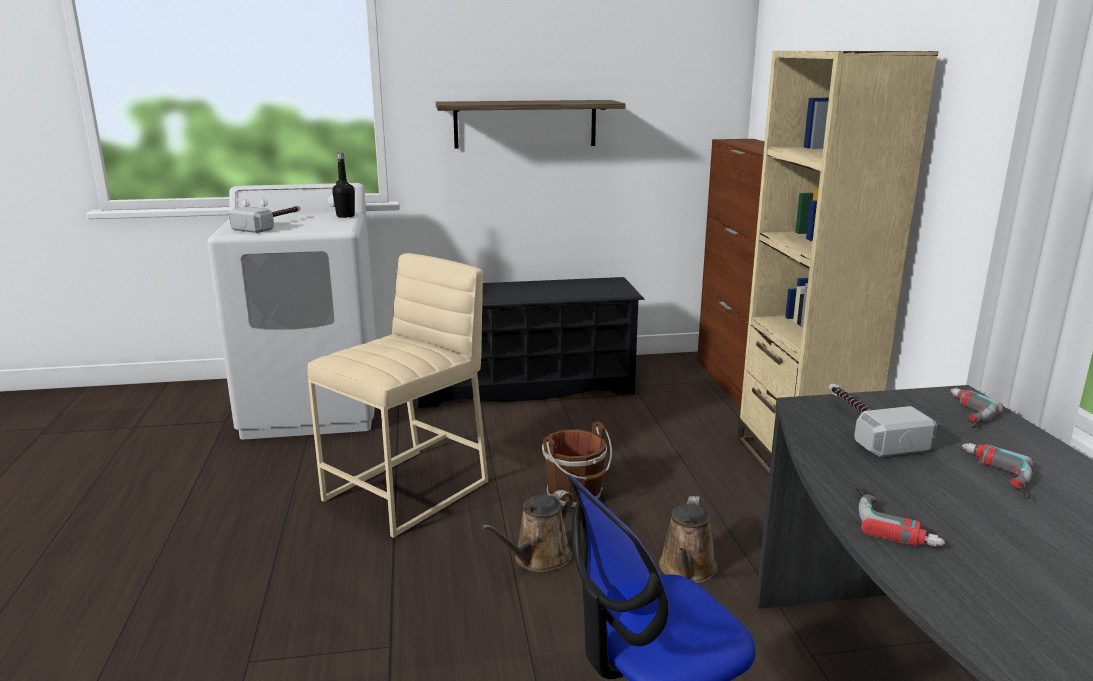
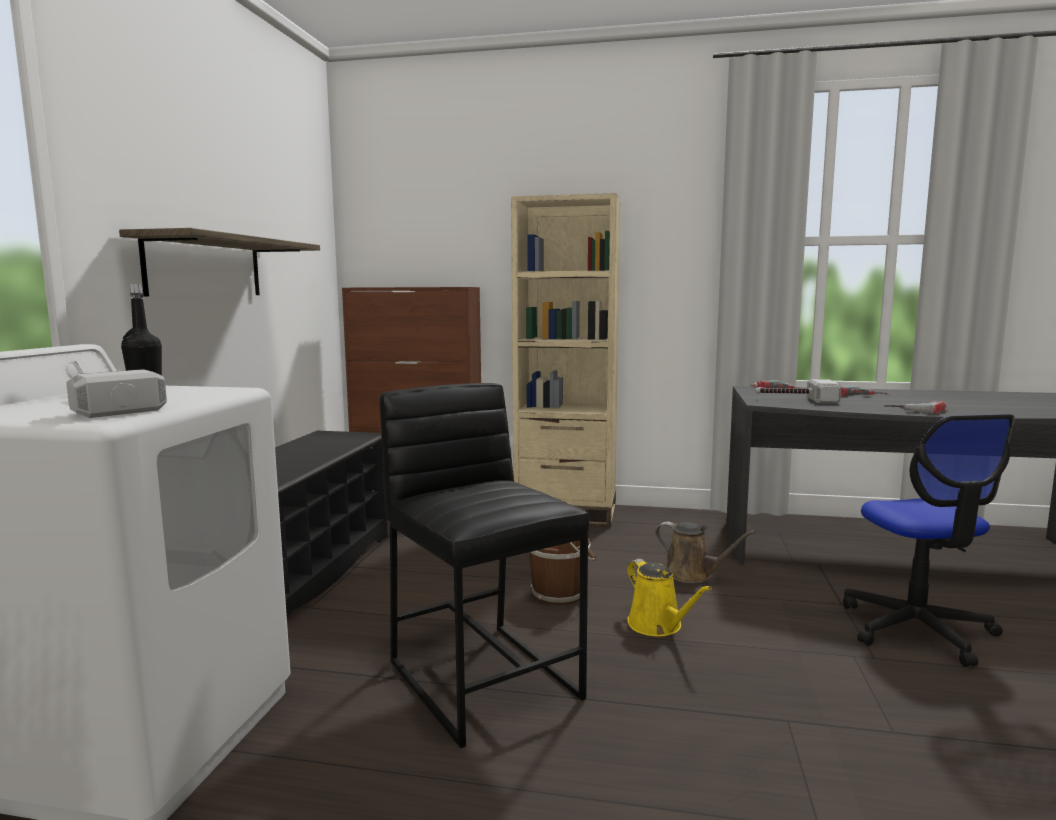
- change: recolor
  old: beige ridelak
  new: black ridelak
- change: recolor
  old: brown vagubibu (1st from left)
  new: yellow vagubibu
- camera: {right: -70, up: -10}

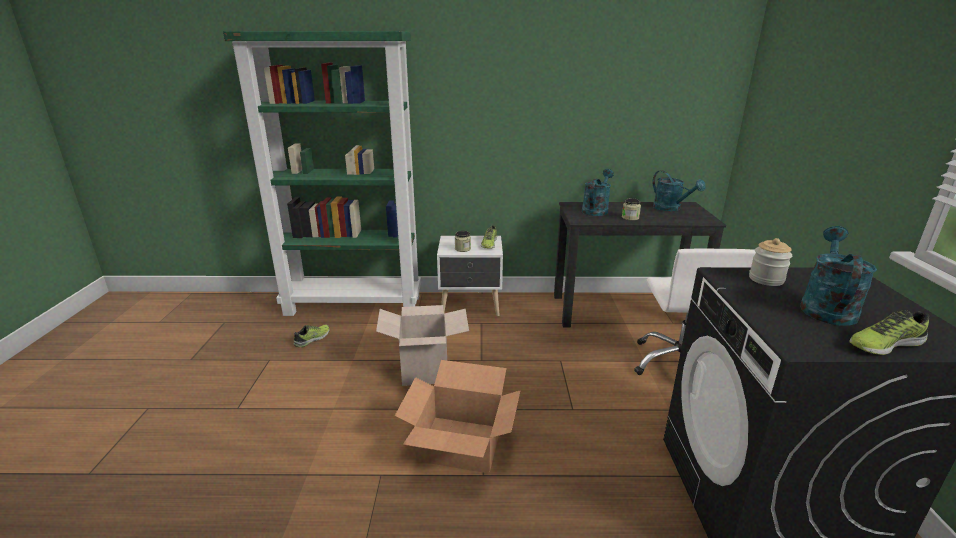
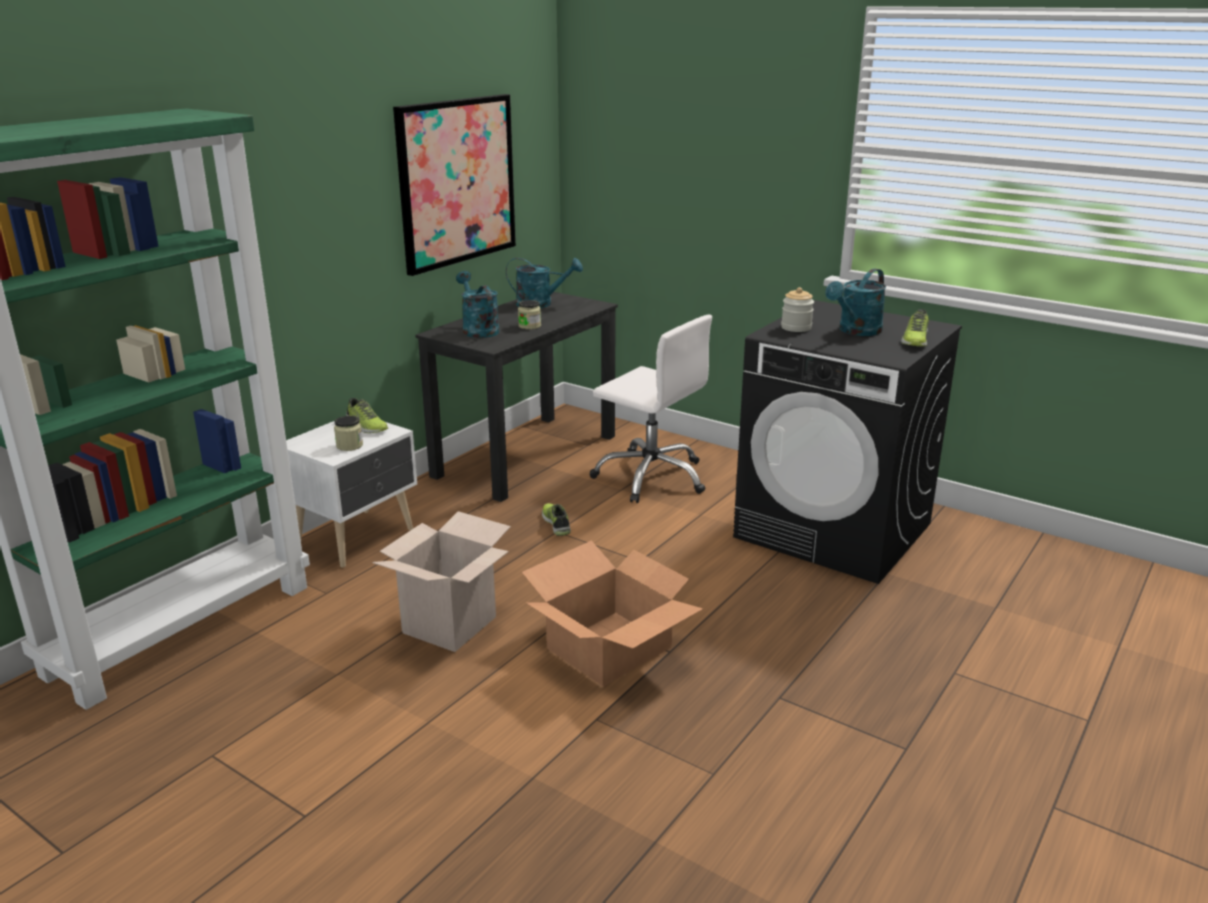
- change: move
  old: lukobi (1st from left in the first image)
  new: lukobi (2nd from left)
- change: rotate
  old: turquoise vagubibu (3rd from left)
  degrees: -105
- change: insert
  new: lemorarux
- camera: {right: -55, up: 0}

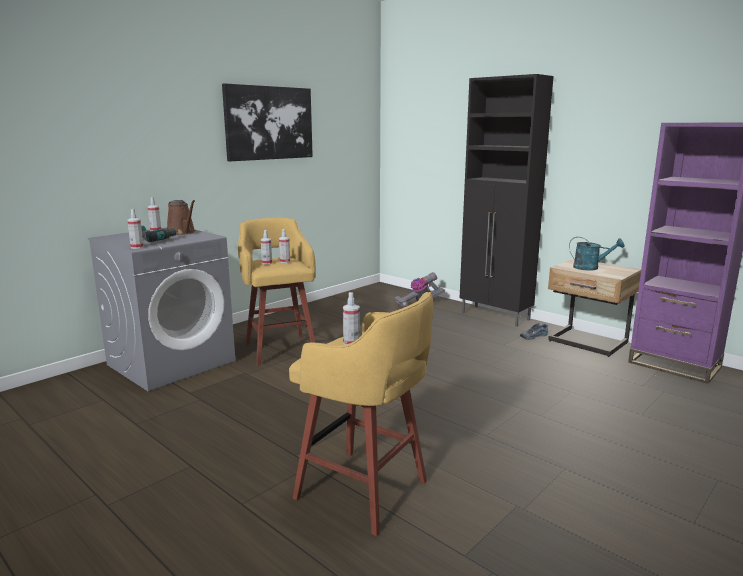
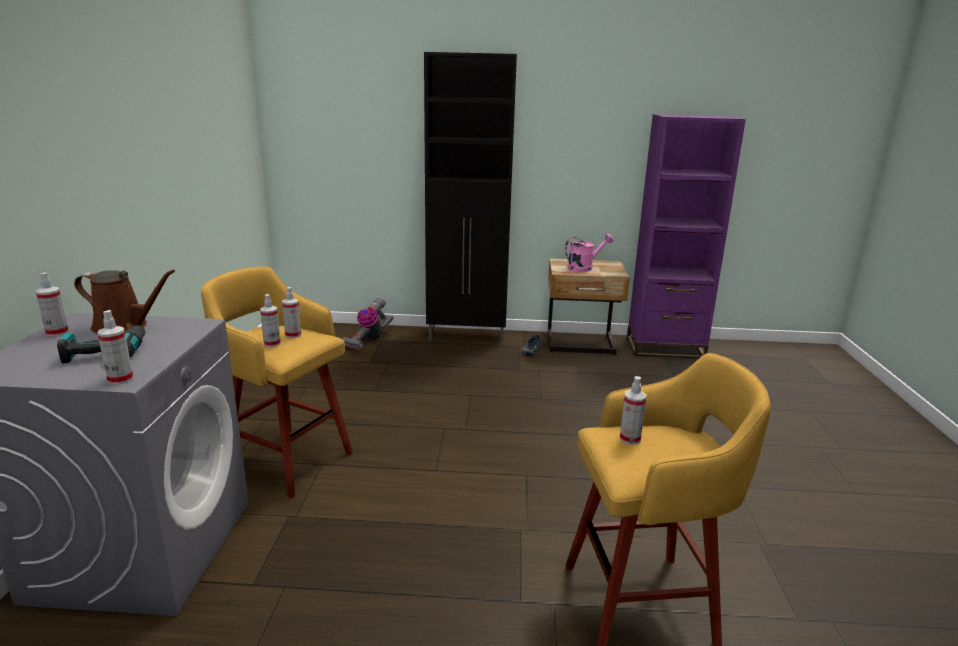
- change: delete
  old: lemorarux
- change: recolor
  old: turquoise vagubibu
  new: pink vagubibu
- camera: {right: -40, up: 5}

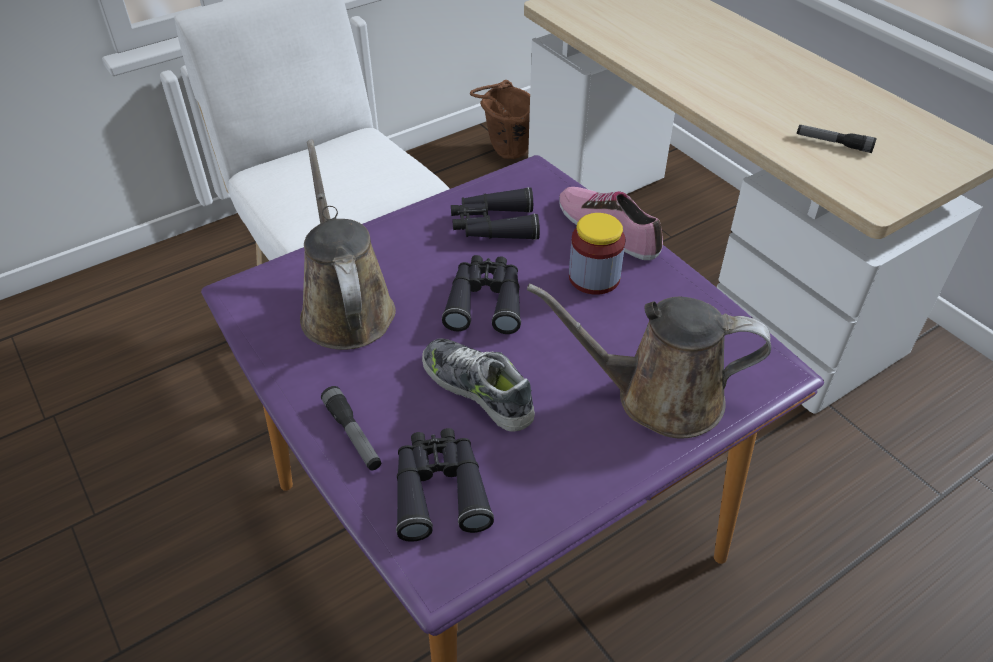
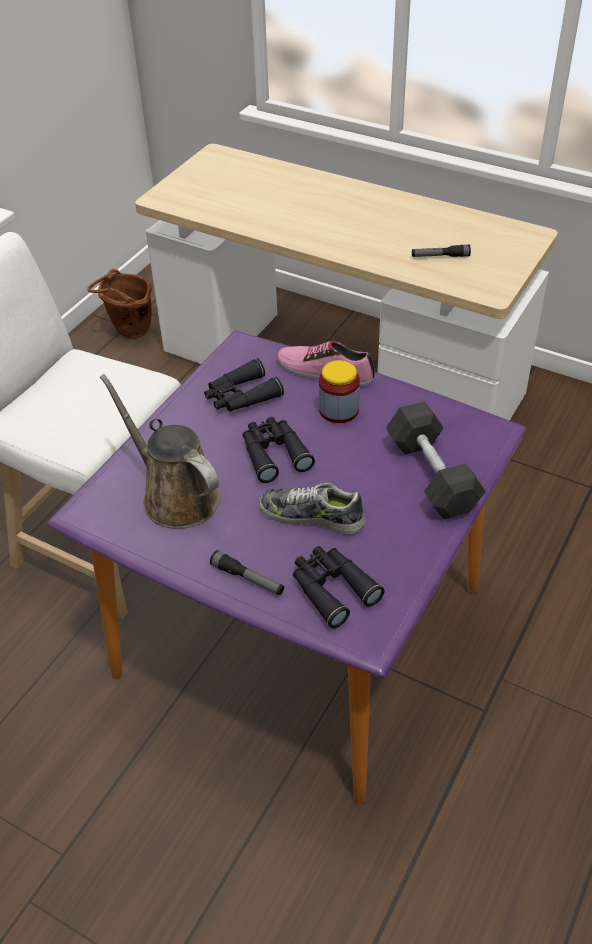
- change: replace
  old: brown vagubibu (2nd from left)
  new: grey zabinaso
- camera: {right: -25, up: 0}

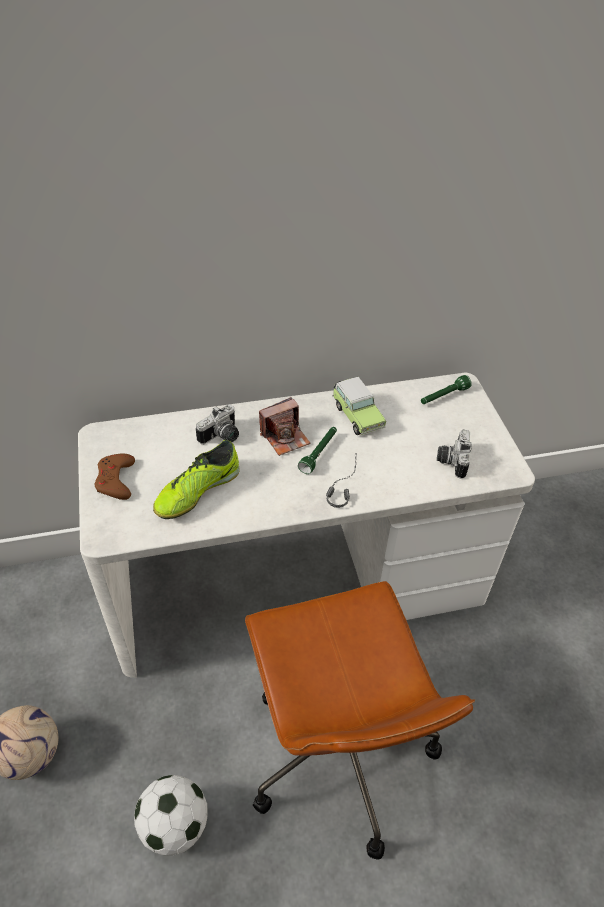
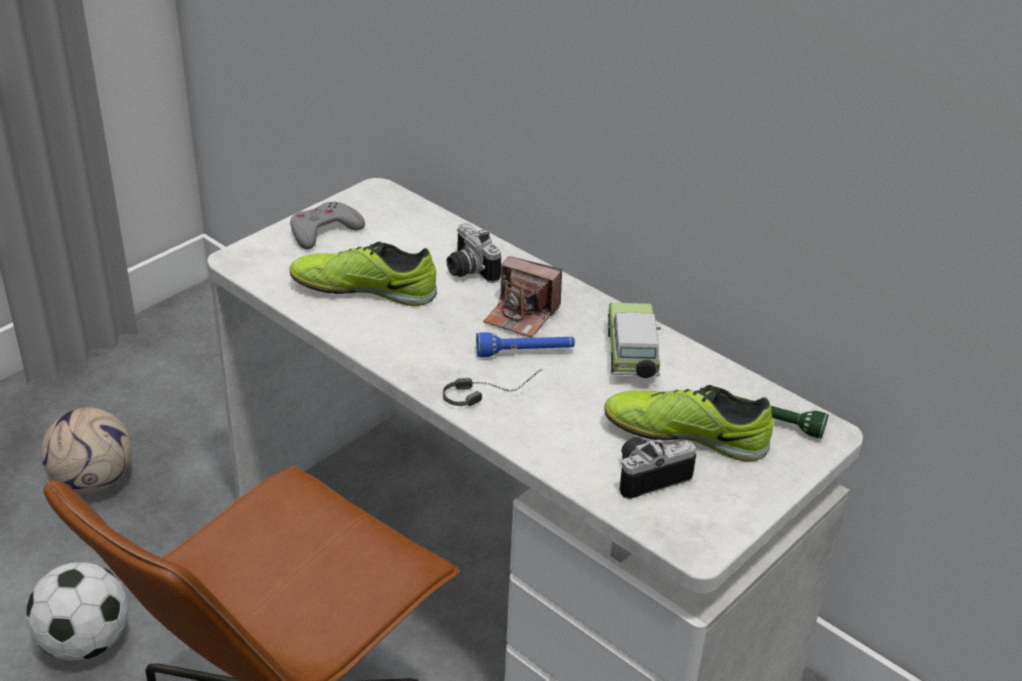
- change: recolor
  old: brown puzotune
  new: grey puzotune
- change: rotate
  old: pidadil (1st from left)
  degrees: 45
- change: recolor
  old: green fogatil (1st from left)
  new: blue fogatil
- change: rotate
  old: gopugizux
  degrees: 150
- change: insert
  new: lukobi (2nd from left)
- camera: {right: 55, up: -10}

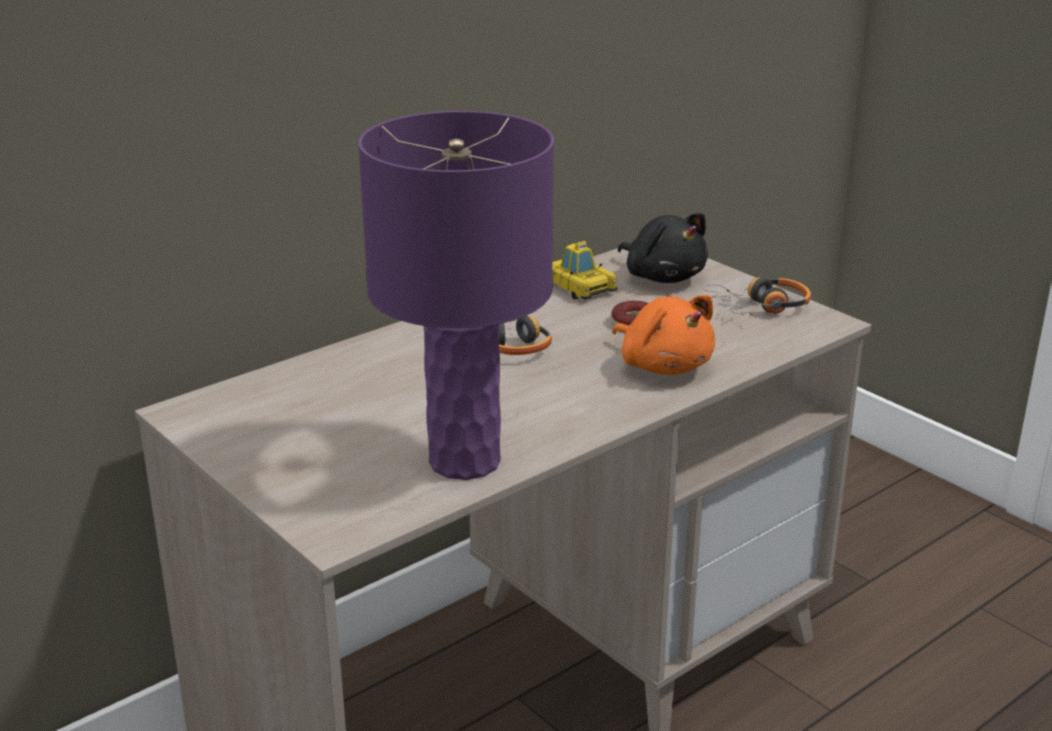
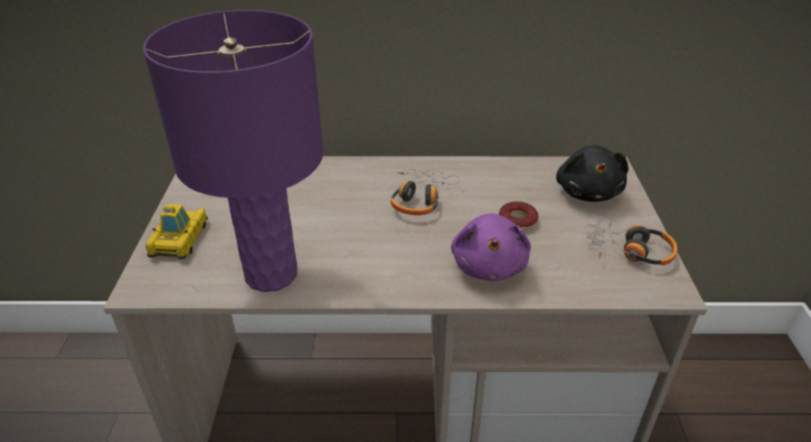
- change: move
  old: gopugizux
- change: recolor
  old: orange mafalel
  new: purple mafalel
- camera: {right: 40, up: 10}

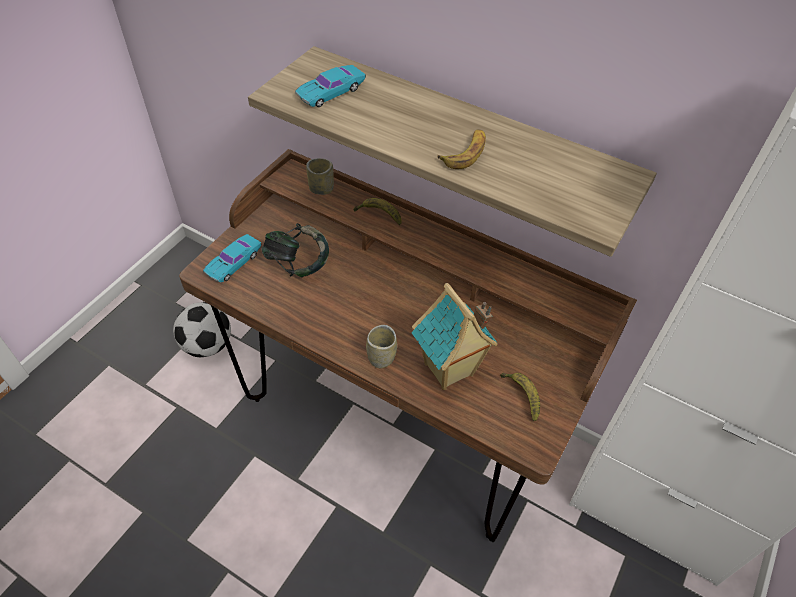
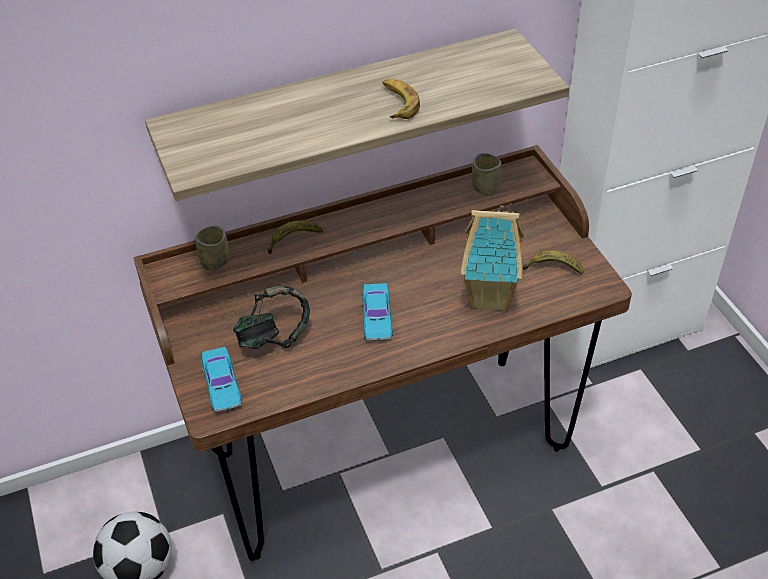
- change: move
  old: turquoise gopugizux (2nd from left)
- change: move
  old: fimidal (2nd from left)
- camera: {right: -50, up: -5}

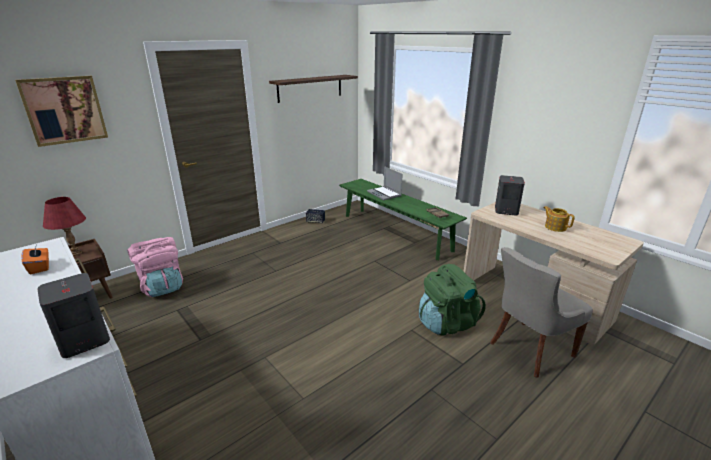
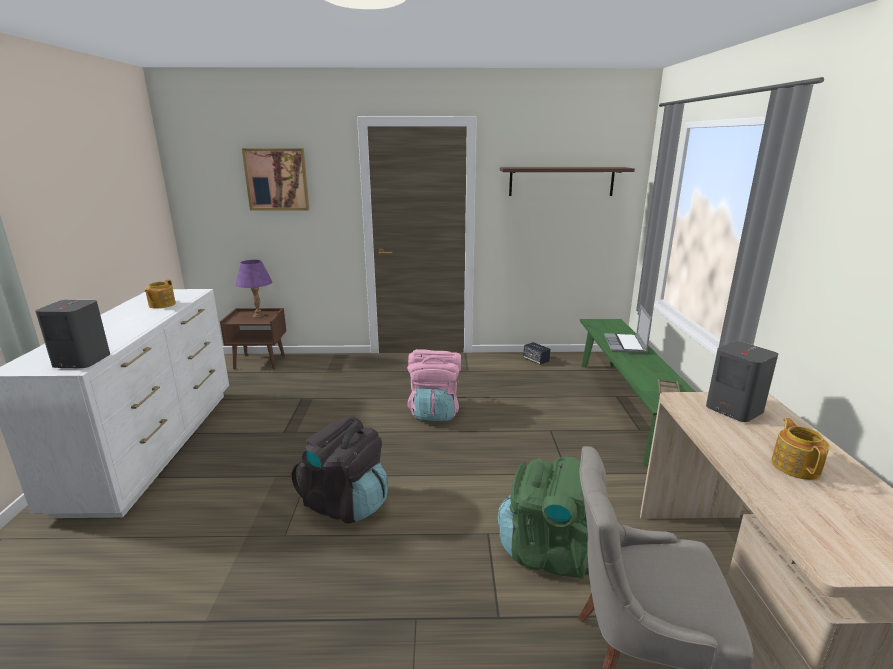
- change: replace
  old: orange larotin
  new: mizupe (1st from left)
- change: recolor
  old: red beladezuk
  new: purple beladezuk
- change: move
  old: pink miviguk
- change: insert
  new: black miviguk
- camera: {right: 40, up: -5}

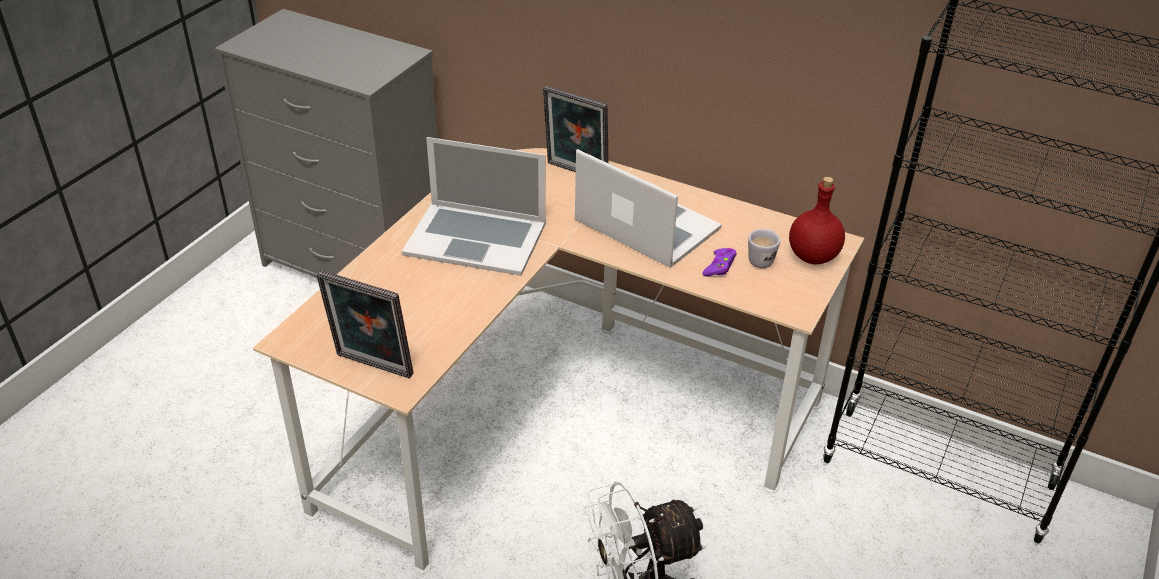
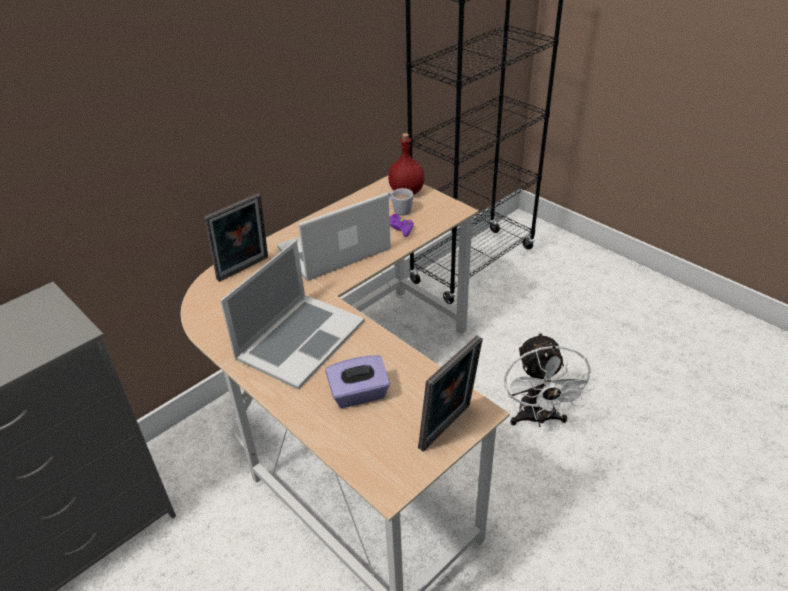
- change: insert
  new: purple larotin
- camera: {right: -70, up: 0}

